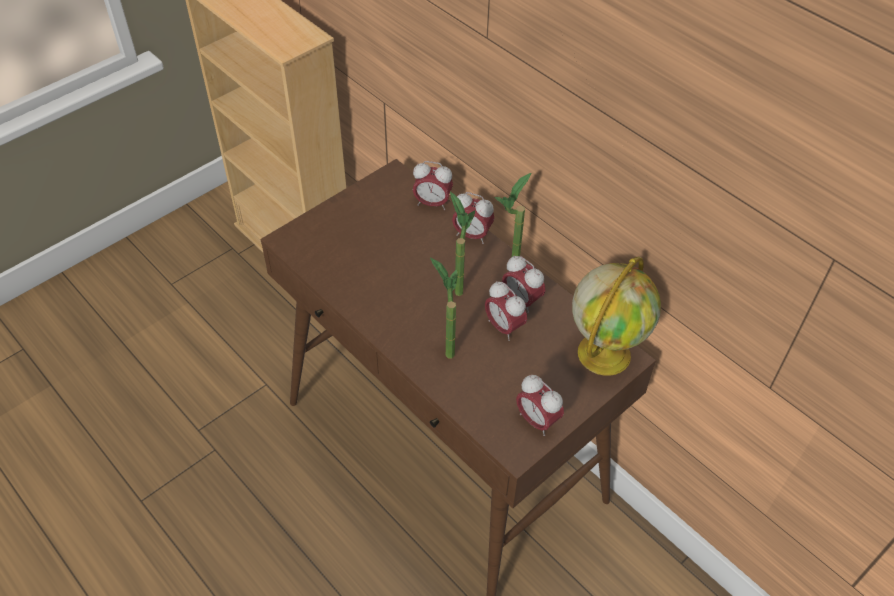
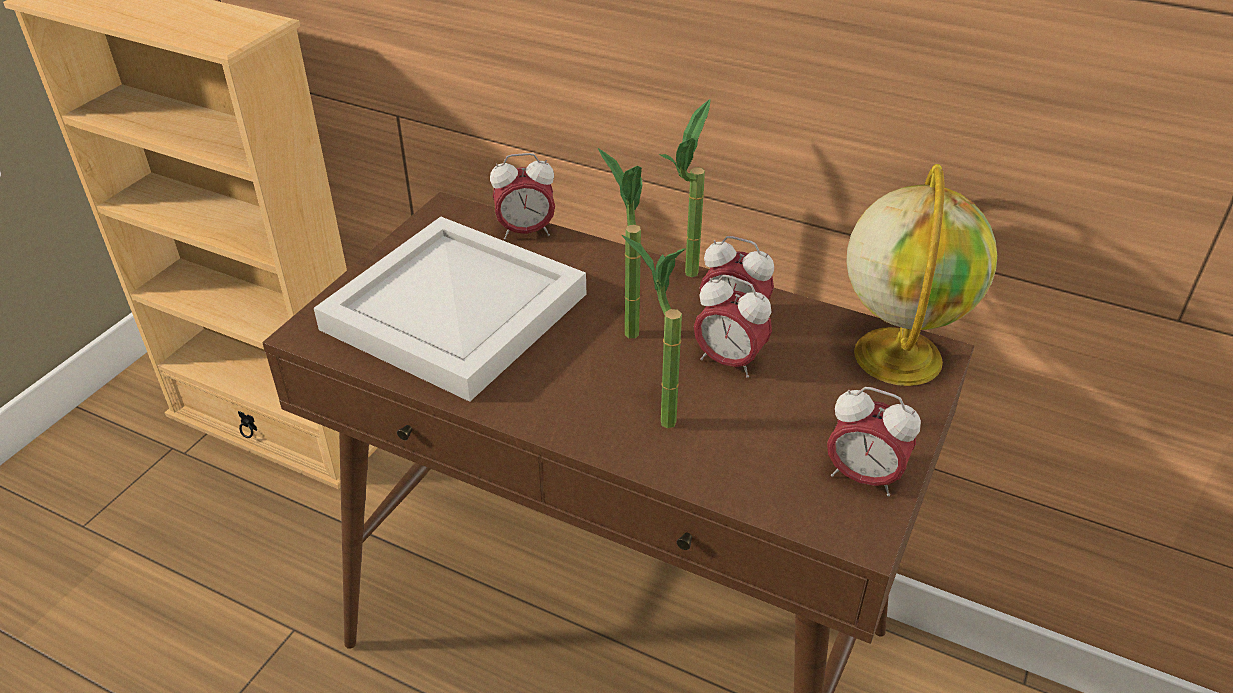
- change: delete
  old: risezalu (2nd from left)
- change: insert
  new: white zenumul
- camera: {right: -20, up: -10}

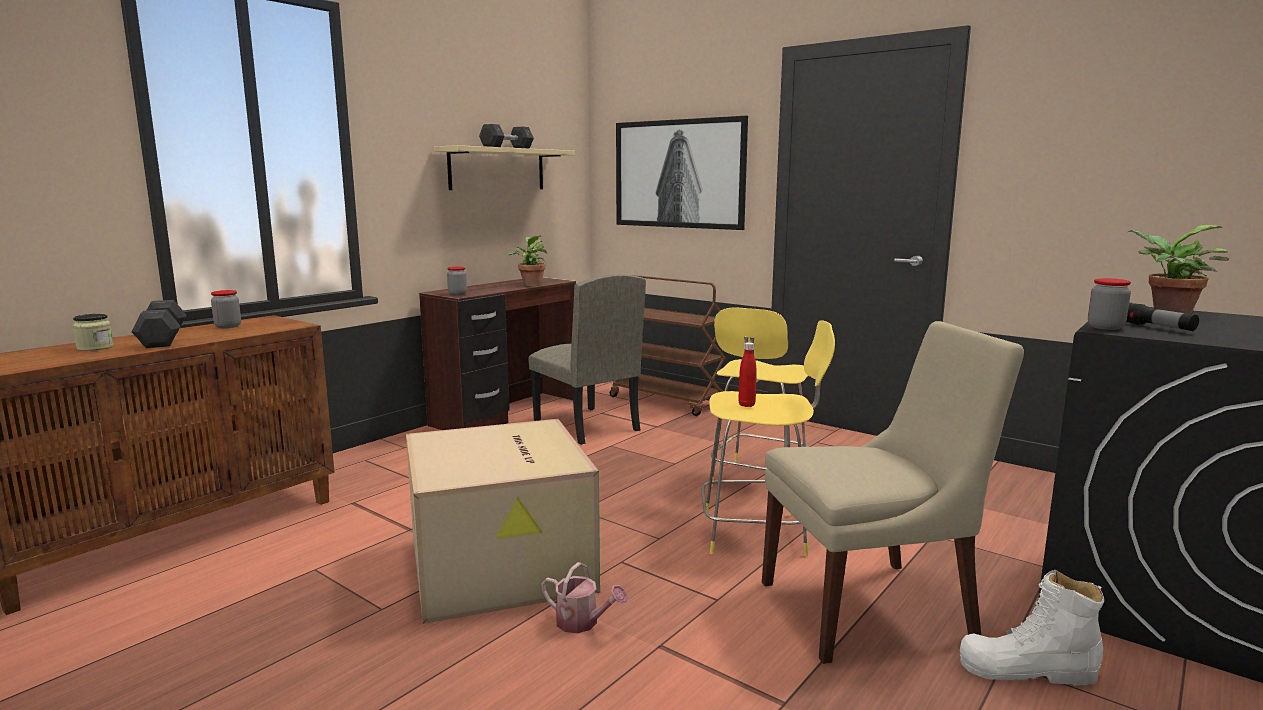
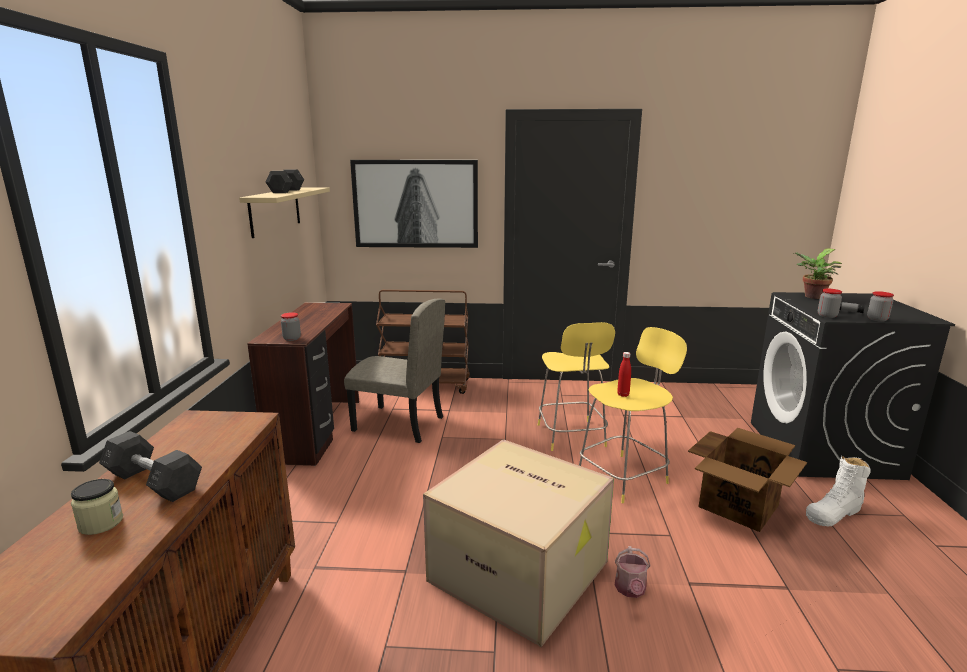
- change: move
  old: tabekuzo (2nd from left in the first image)
  new: tabekuzo (4th from left)
- change: delete
  old: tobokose (1st from left)
- change: rotate
  old: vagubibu
  degrees: 105
- change: replace
  old: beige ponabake (2nd from left)
  new: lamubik (2nd from left)
- camera: {right: -35, up: 5}

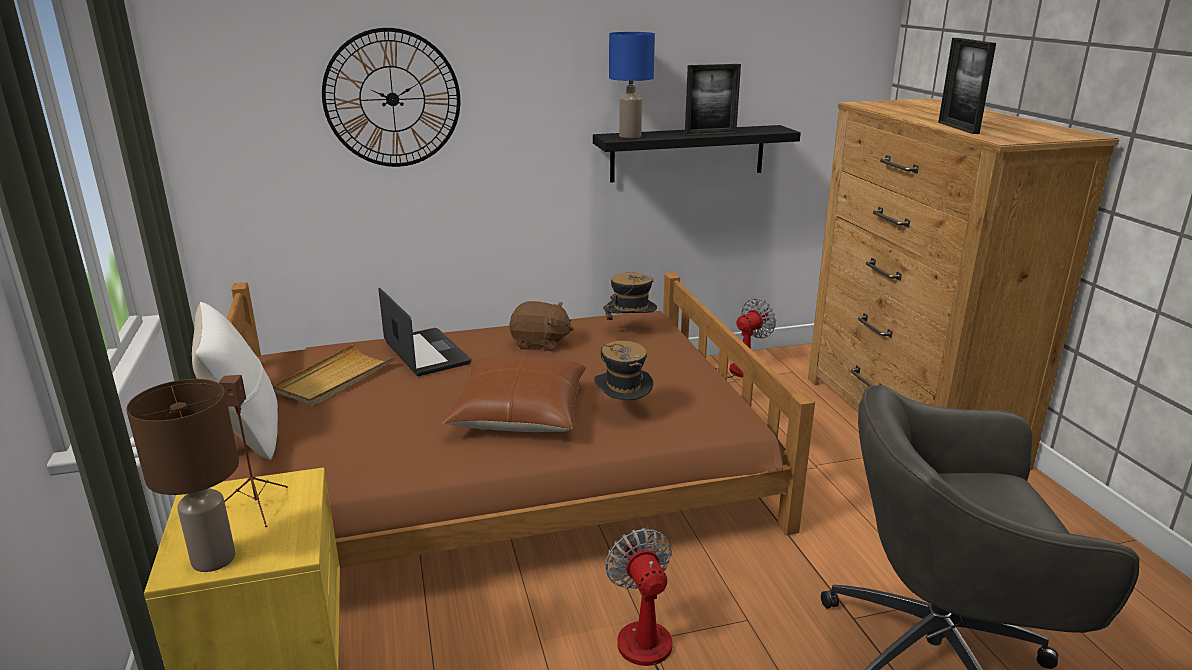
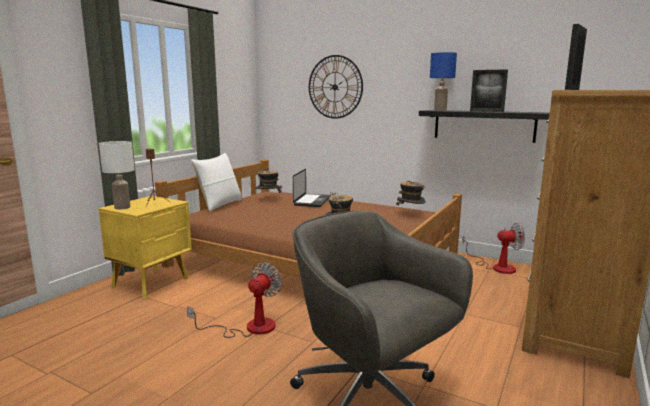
- change: recolor
  old: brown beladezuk
  new: white beladezuk
- change: replace
  old: beige zenumul
  new: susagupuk (1st from left)
- change: delete
  old: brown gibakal
- change: delete
  old: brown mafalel
- camera: {right: 45, up: -10}

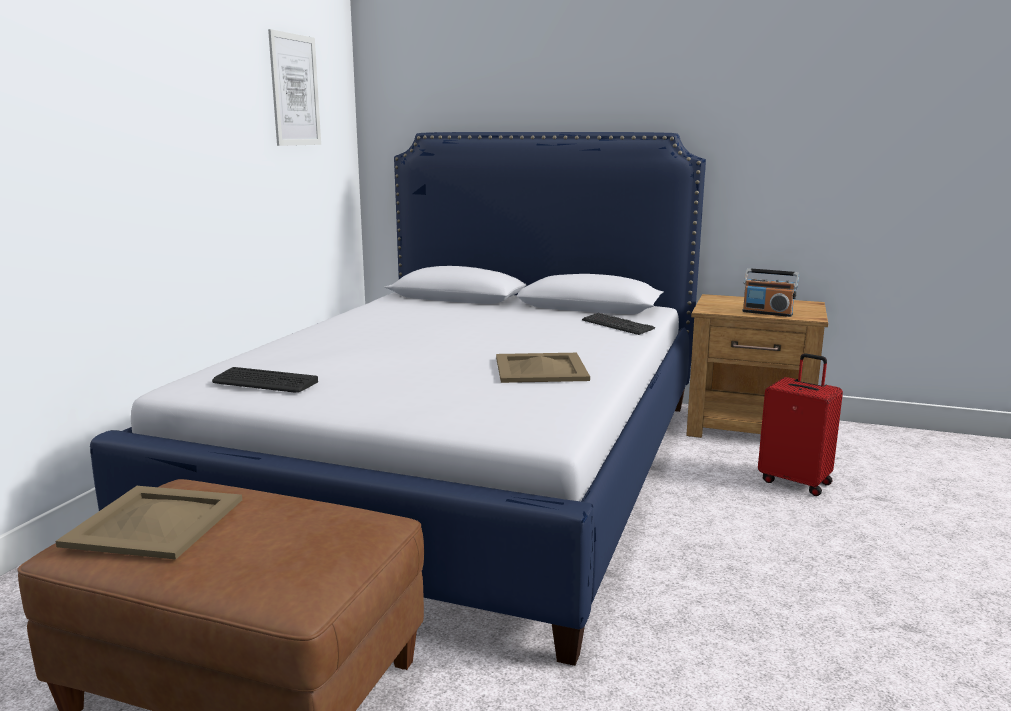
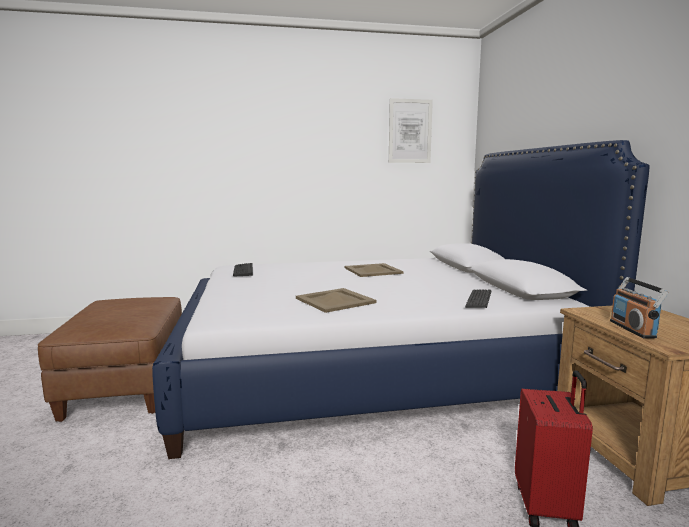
- change: move
  old: beige zenumul (1st from left in the first image)
  new: beige zenumul (2nd from left)
- camera: {right: 60, up: -5}

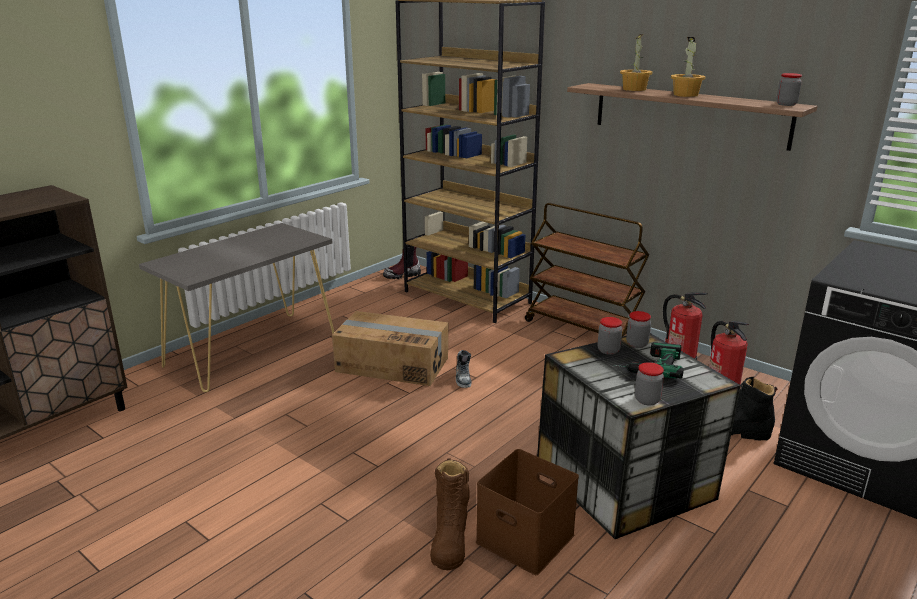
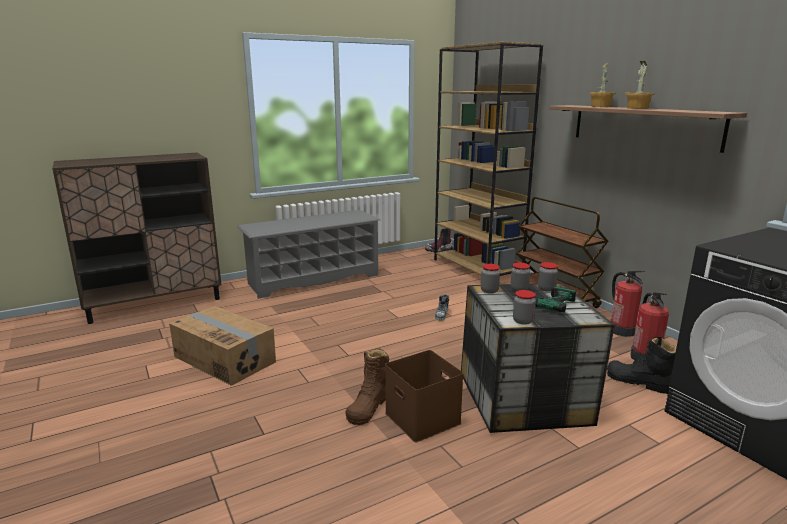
- change: replace
  old: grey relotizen
  new: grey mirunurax
- change: move
  old: lamubik
- change: move
  old: tabekuzo (4th from left in the first image)
  new: tabekuzo (1st from left)
- camera: {right: 20, up: -5}

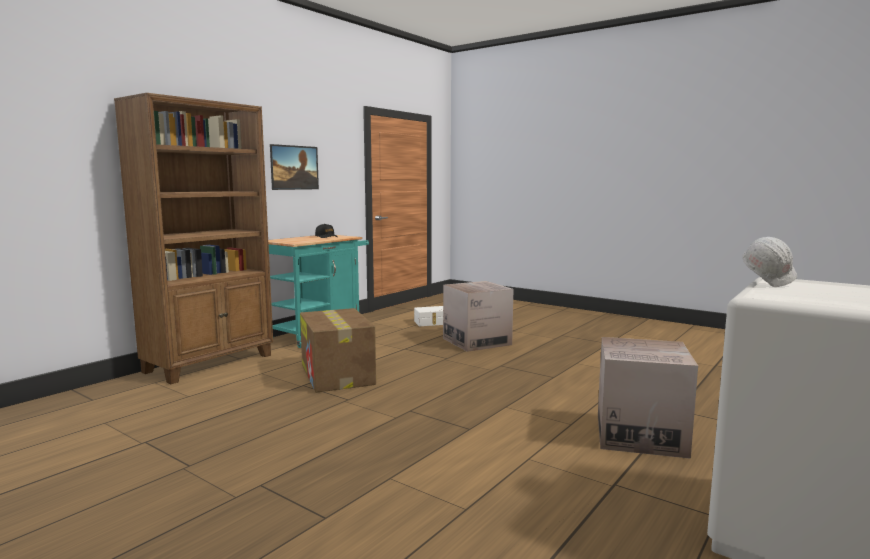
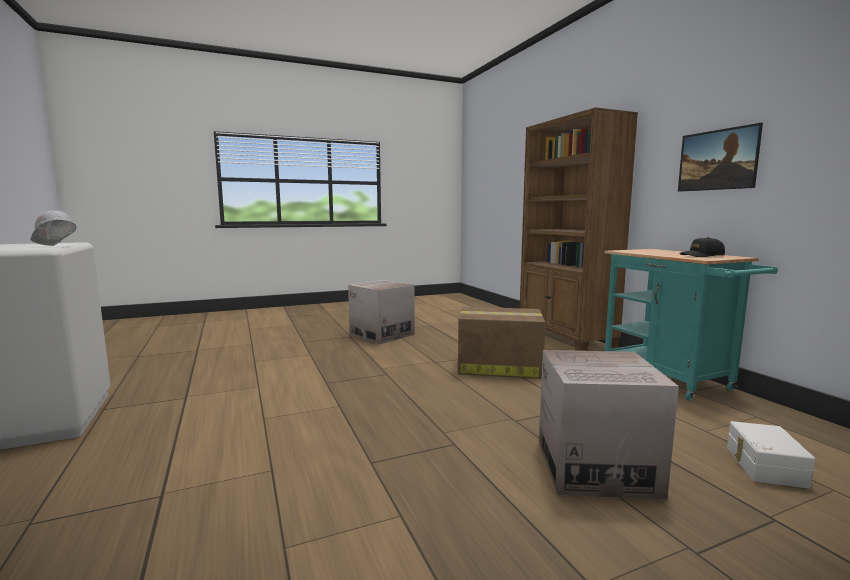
- change: move
  old: lamubik (3rd from left in the first image)
  new: lamubik (1st from left)
- camera: {right: 120, up: 0}

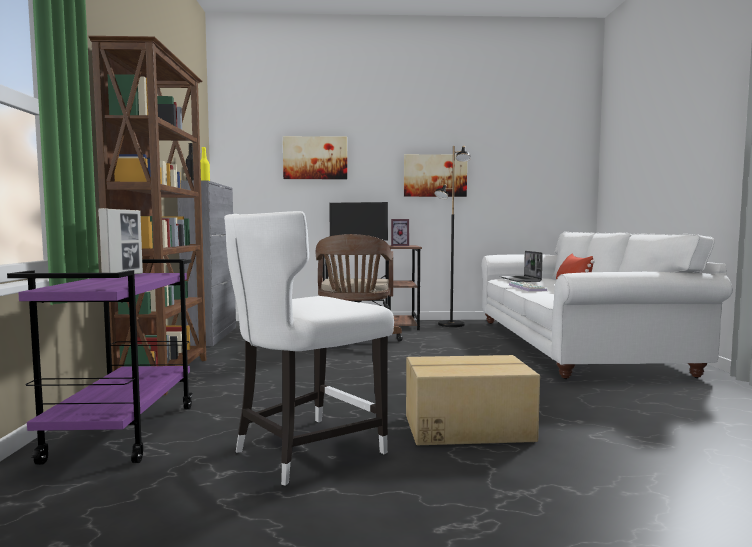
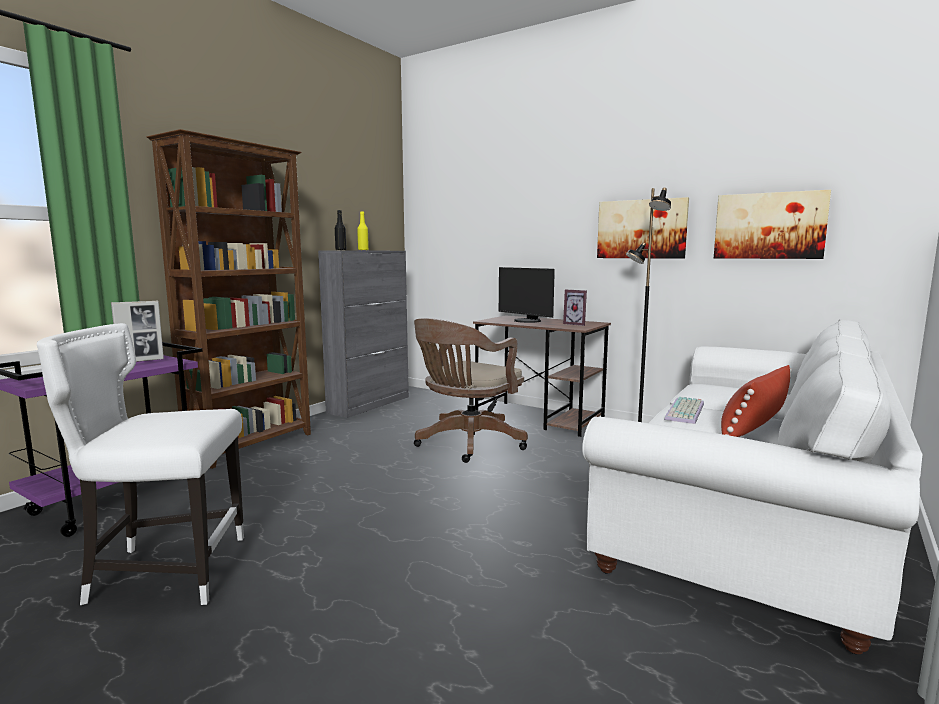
- change: move
  old: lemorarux (1st from left in the first image)
  new: lemorarux (2nd from left)
- change: delete
  old: lamubik
- change: delete
  old: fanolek
- camera: {right: 35, up: 5}

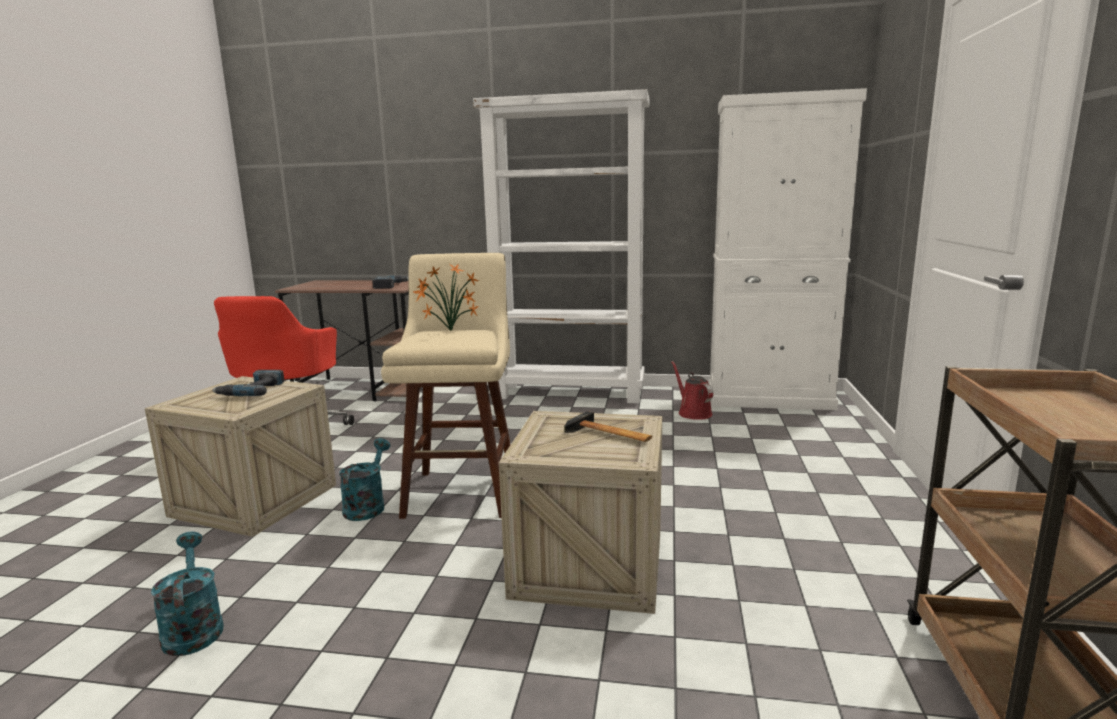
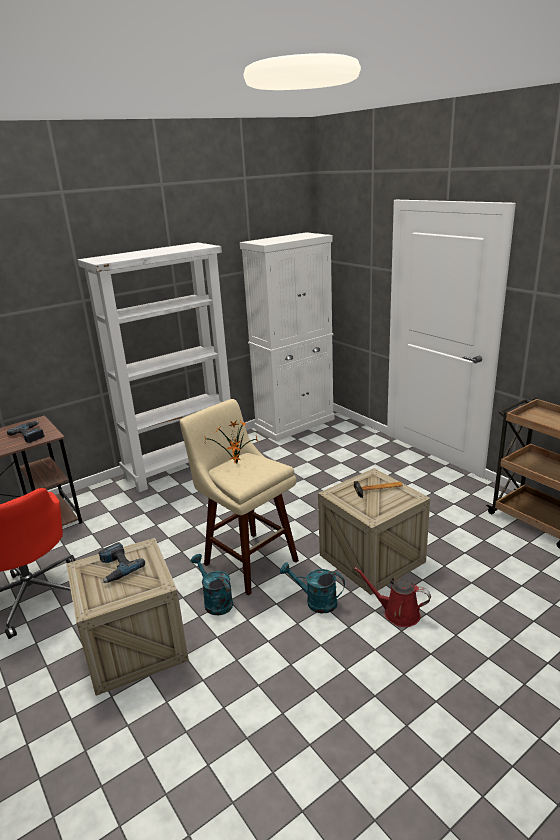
- change: move
  old: turquoise vagubibu (1st from left in the first image)
  new: turquoise vagubibu (2nd from left)
- change: move
  old: red vagubibu
- camera: {right: -45, up: 10}

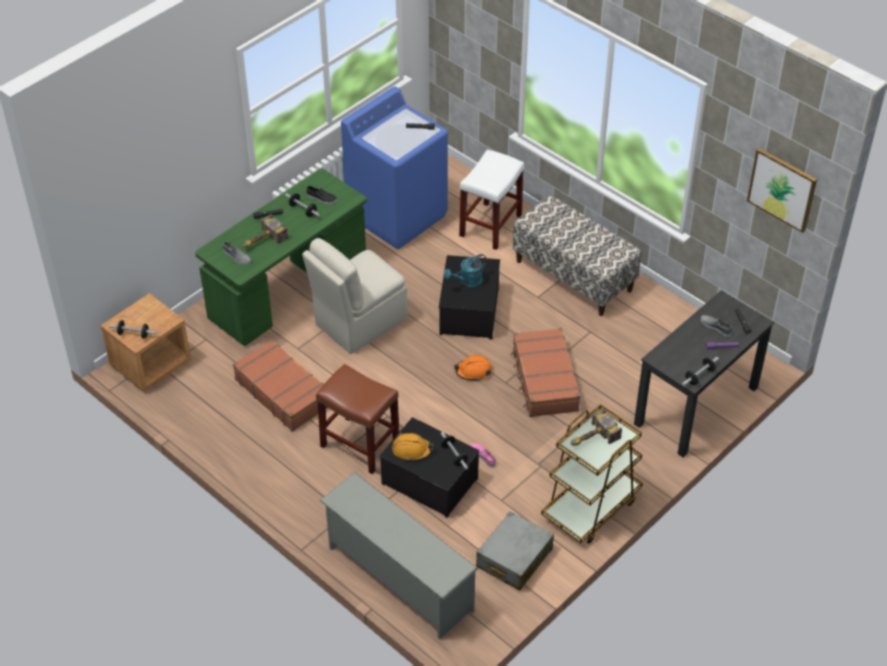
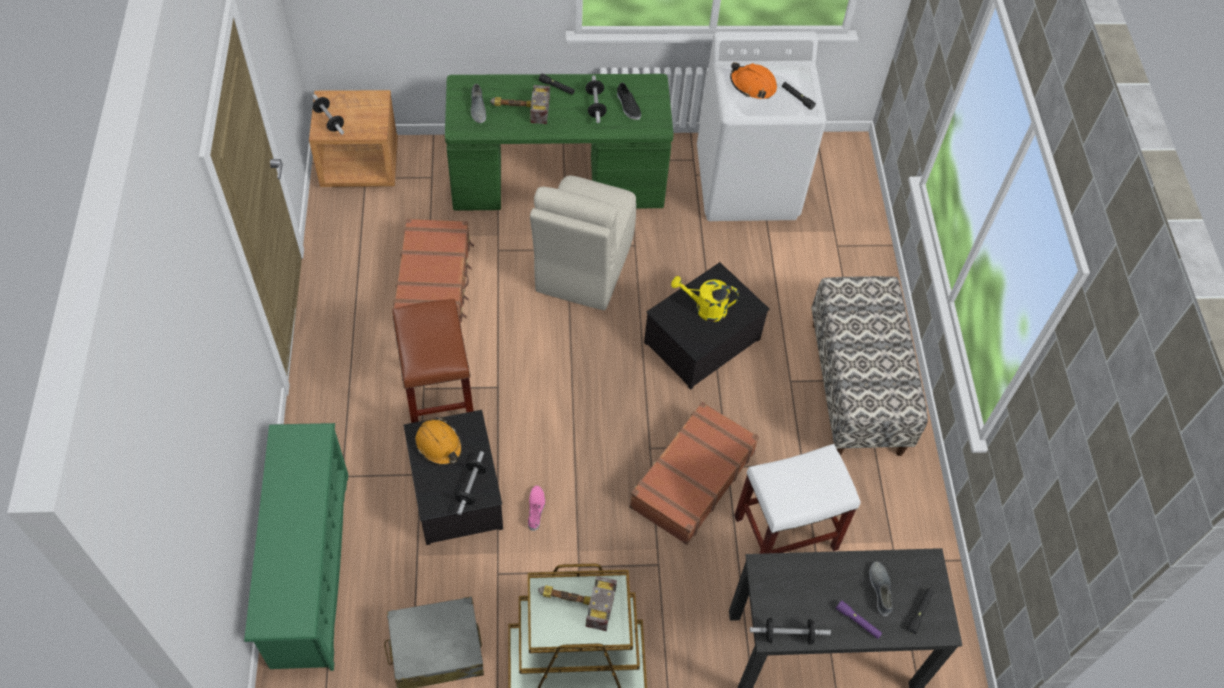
- change: rotate
  old: beige ponabake
  degrees: -75
- change: recolor
  old: grey mirunurax
  new: green mirunurax
- change: recolor
  old: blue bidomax
  new: white bidomax
- change: recolor
  old: turquoise vagubibu
  new: yellow vagubibu
- change: move
  old: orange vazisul (2nd from left)
- change: move
  old: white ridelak
- change: delete
  old: lemorarux
- camera: {right: 40, up: 10}

